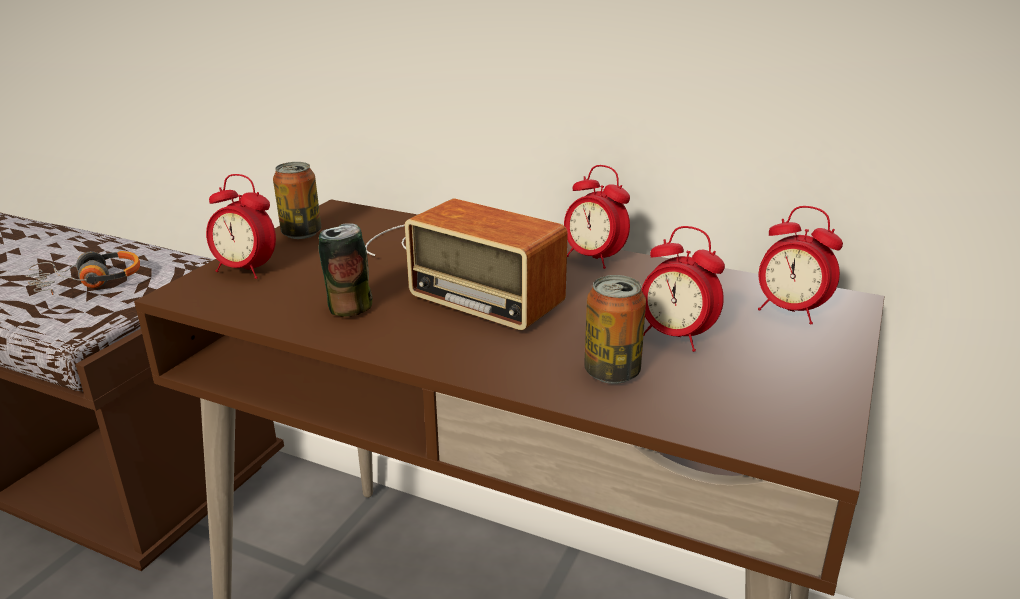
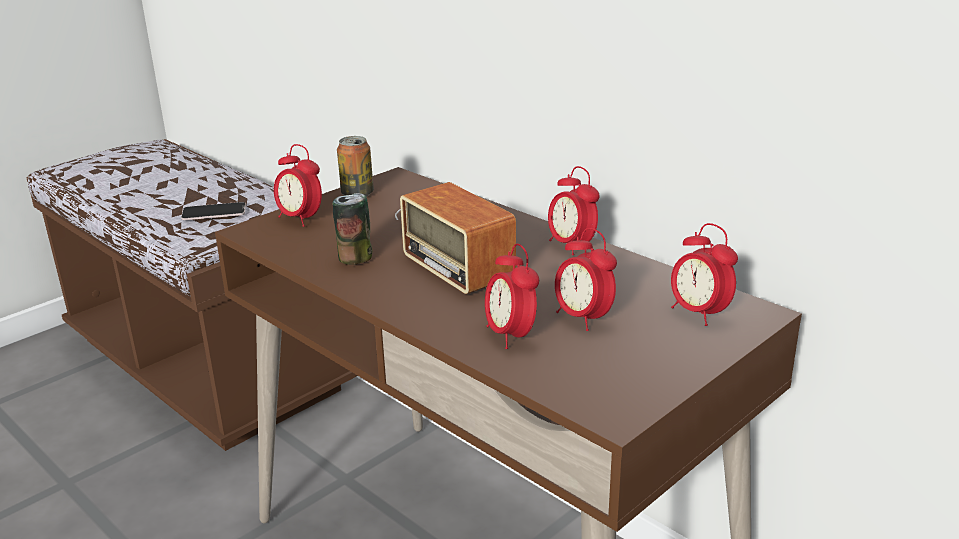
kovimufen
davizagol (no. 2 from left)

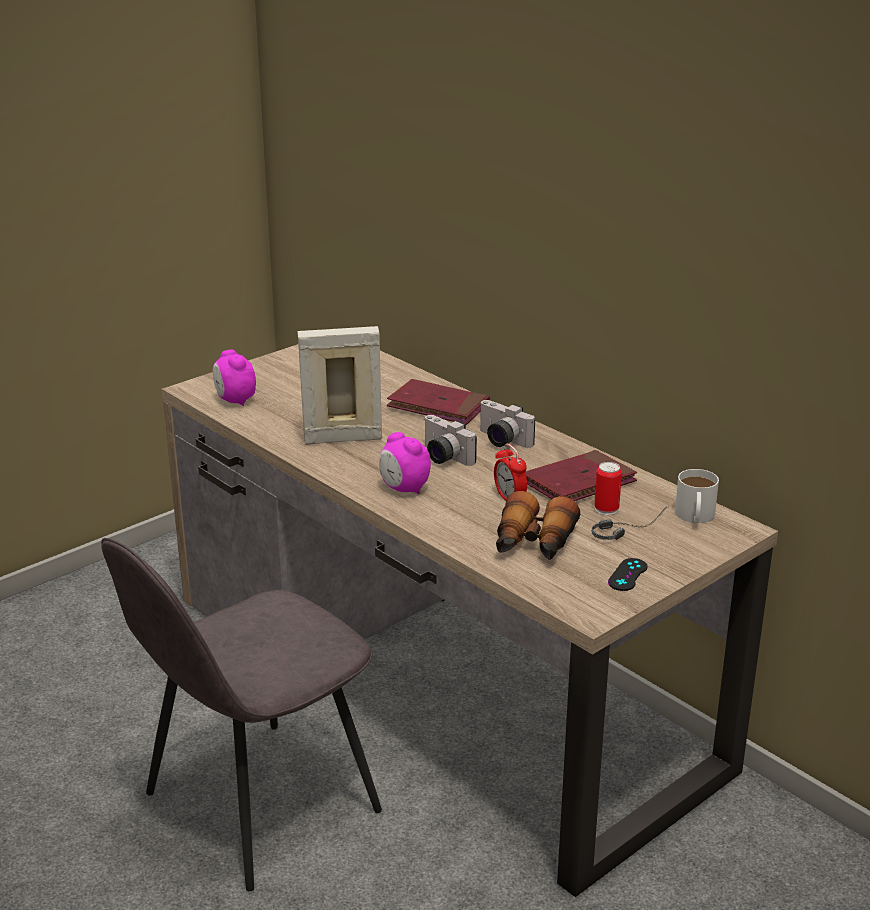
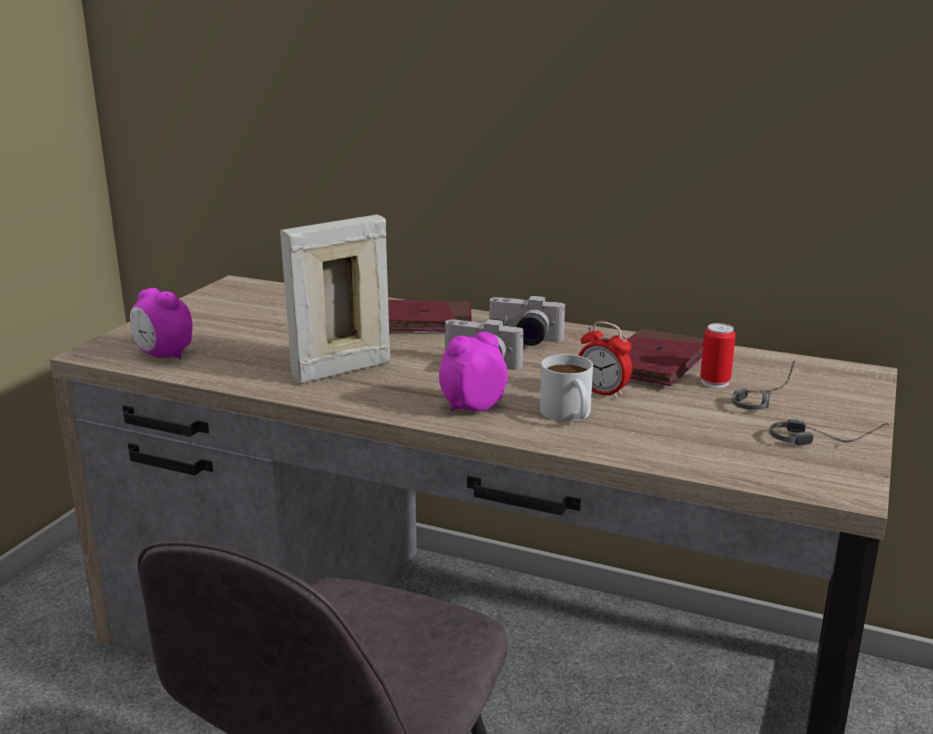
davizagol (no. 2 from left)
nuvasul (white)
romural (no. 2 from left)
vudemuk

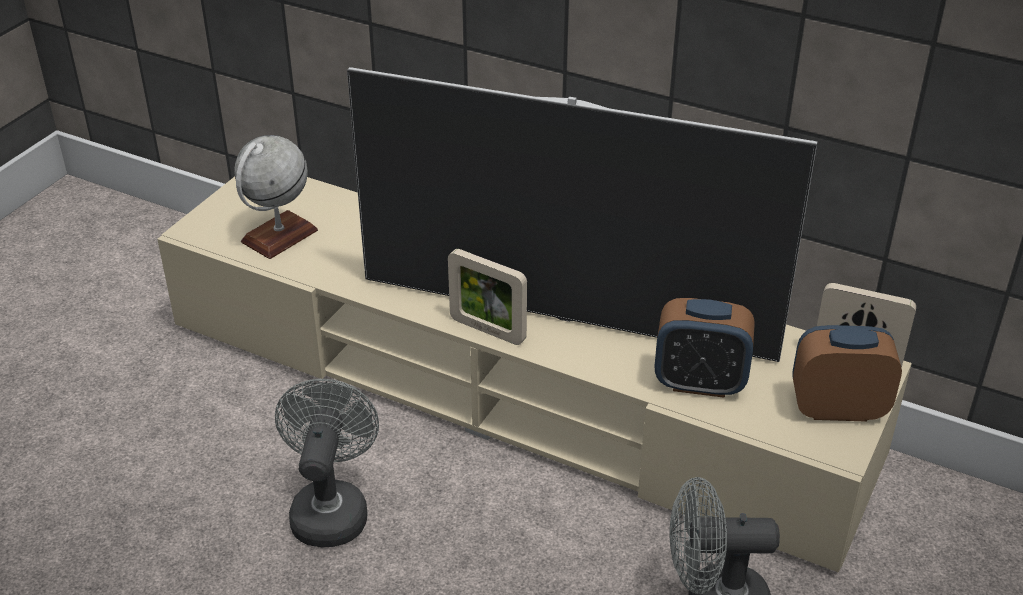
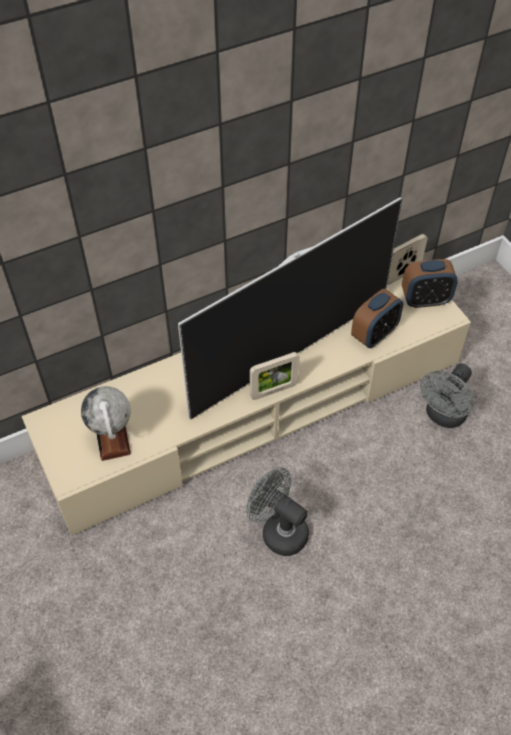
davizagol (no. 2 from left)

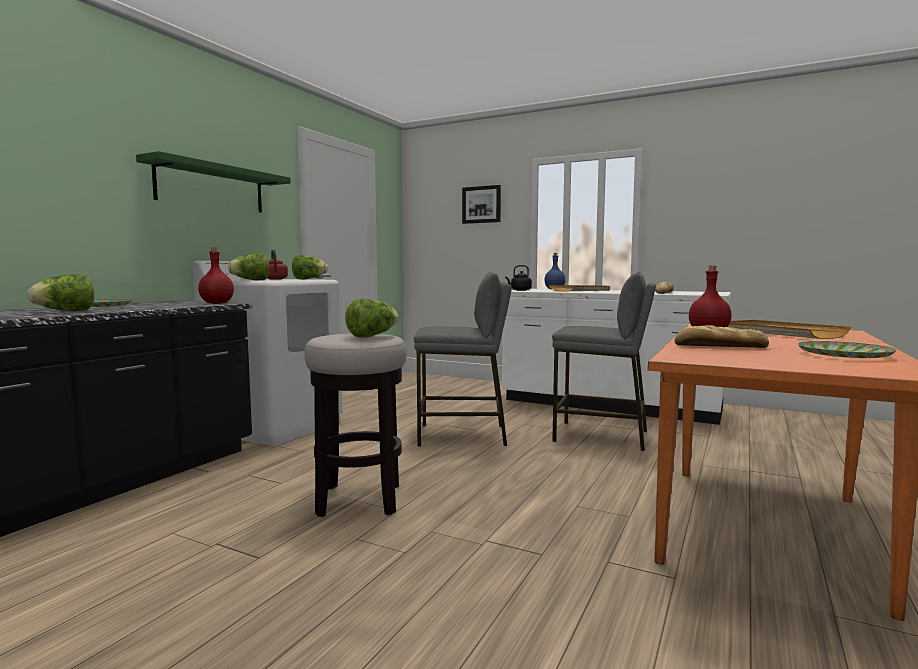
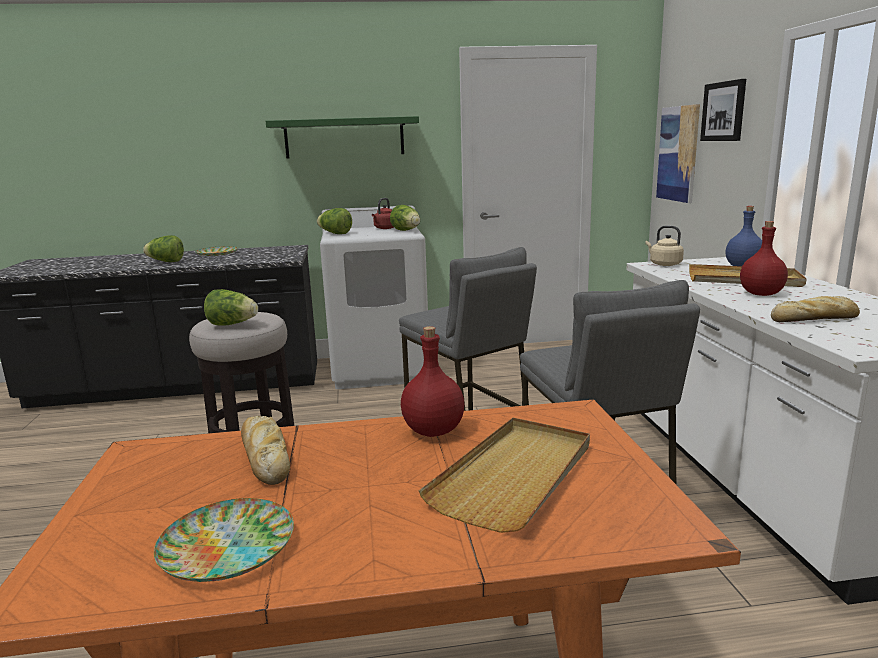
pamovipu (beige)
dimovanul (no. 1 from left)
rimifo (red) (no. 2 from left)

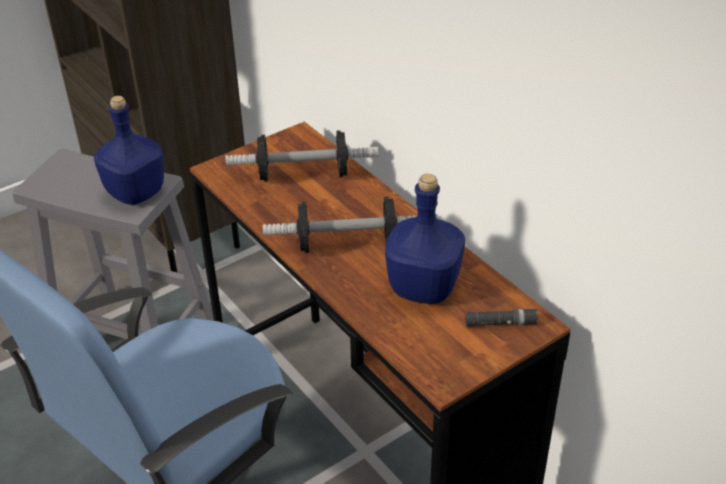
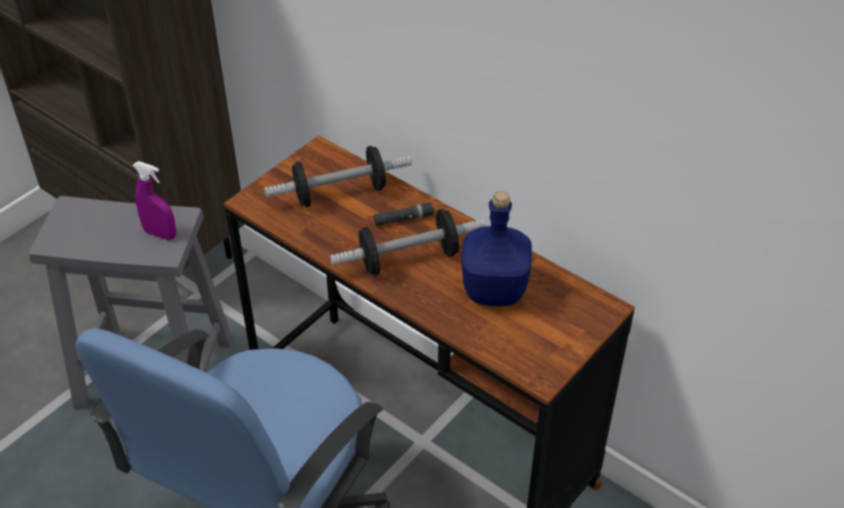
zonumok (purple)
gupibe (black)

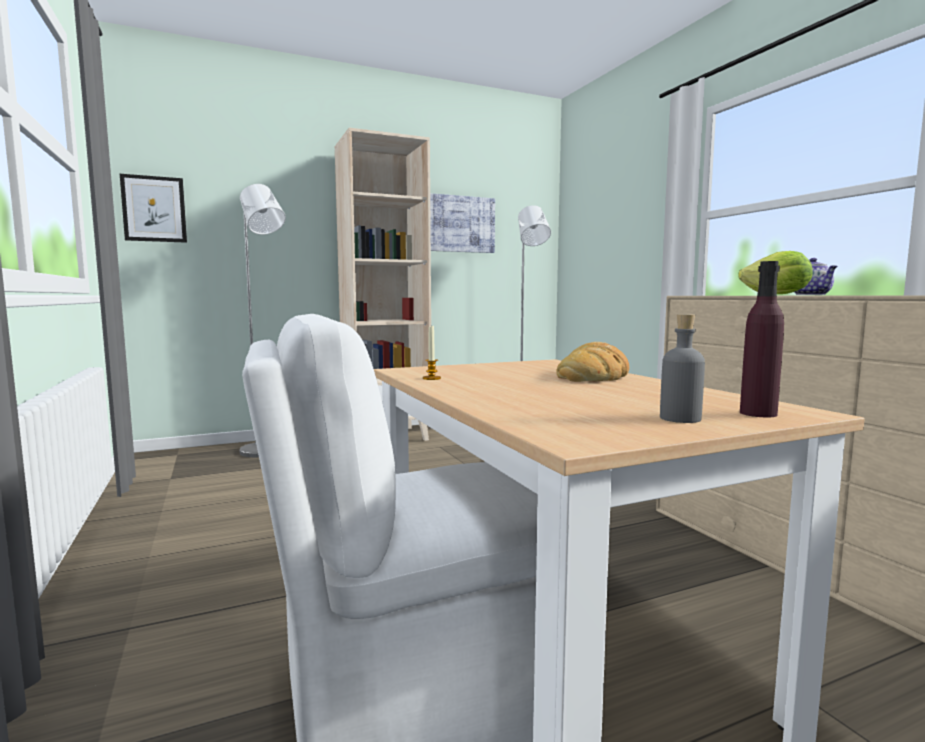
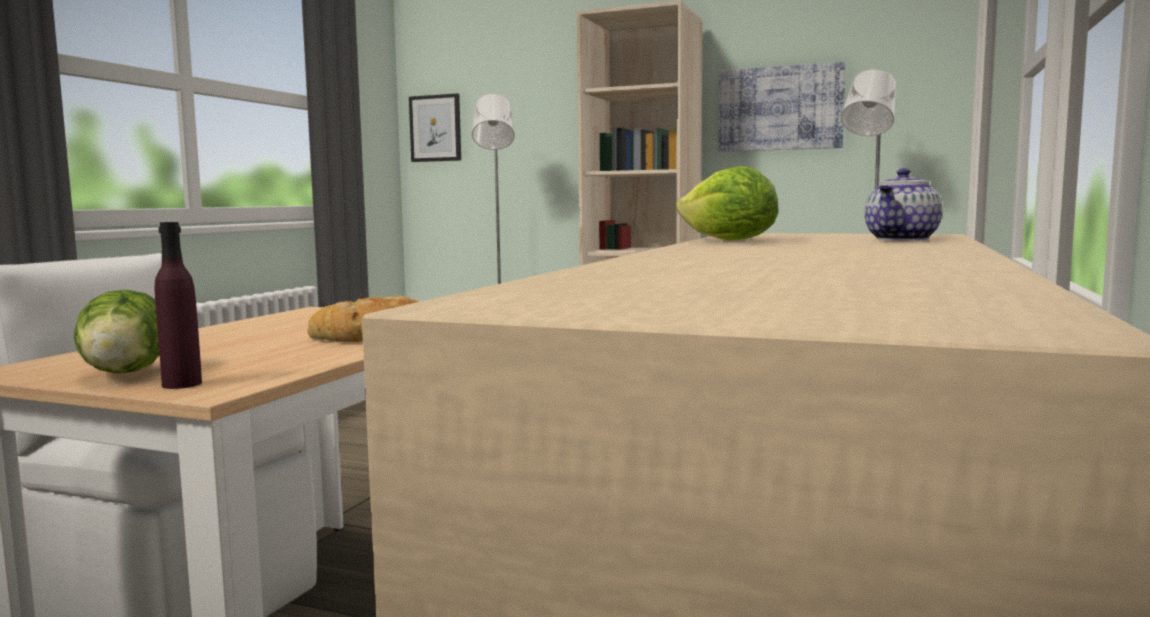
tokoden (no. 1 from left)
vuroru

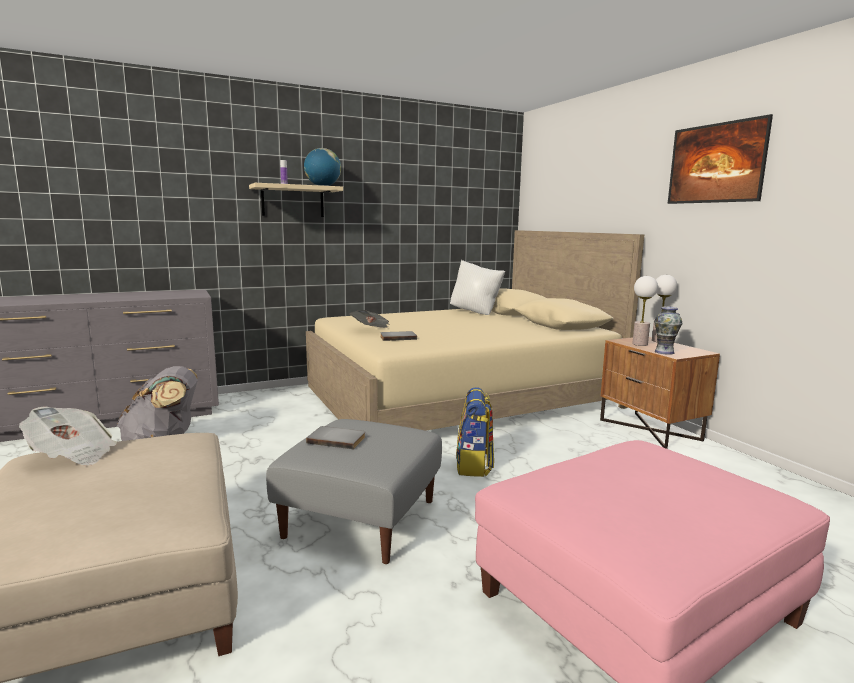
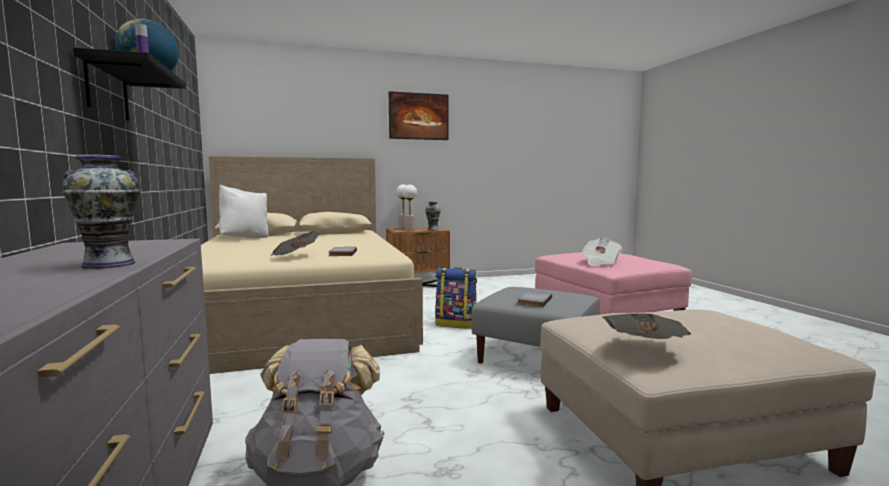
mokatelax (no. 1 from left)
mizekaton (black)
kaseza (no. 2 from left)

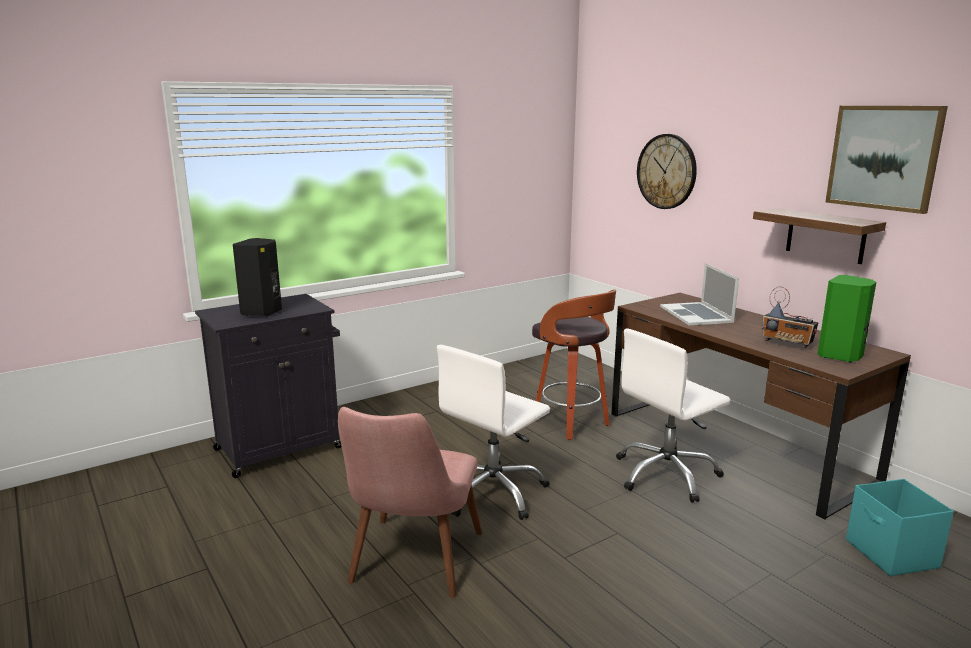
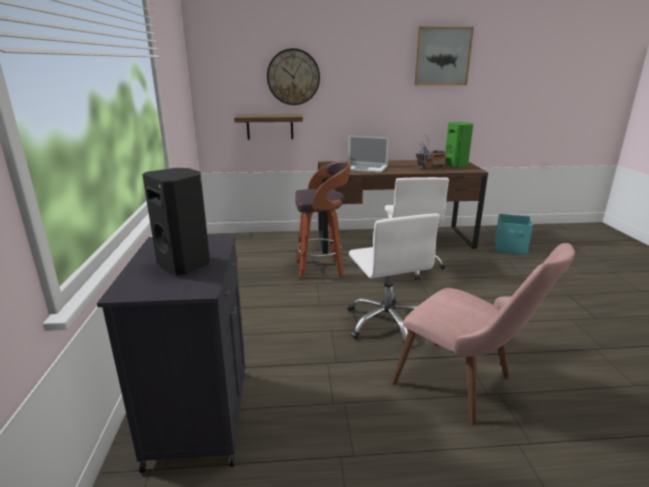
mizekaton

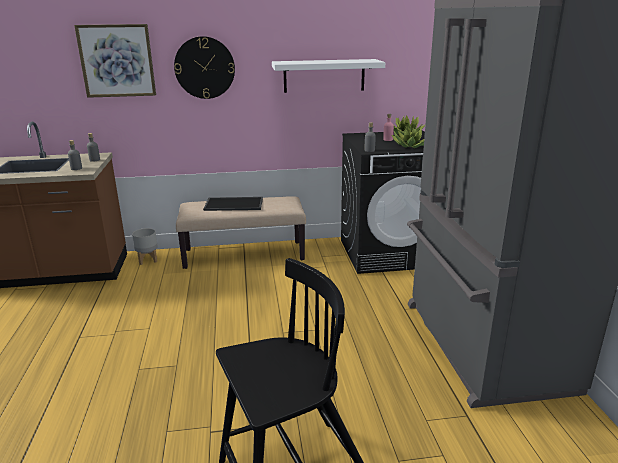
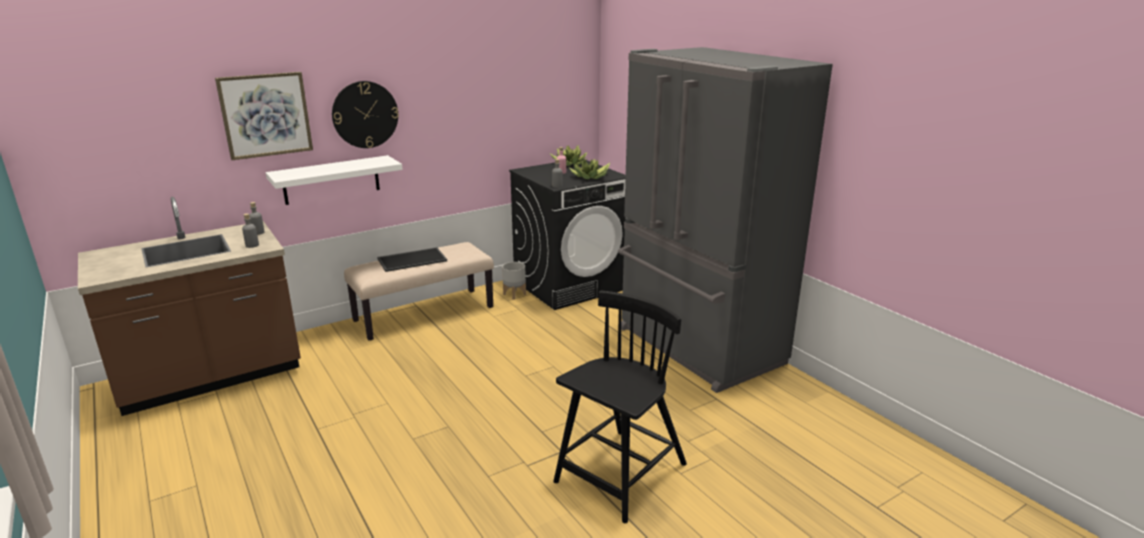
mizekaton (white)
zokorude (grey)

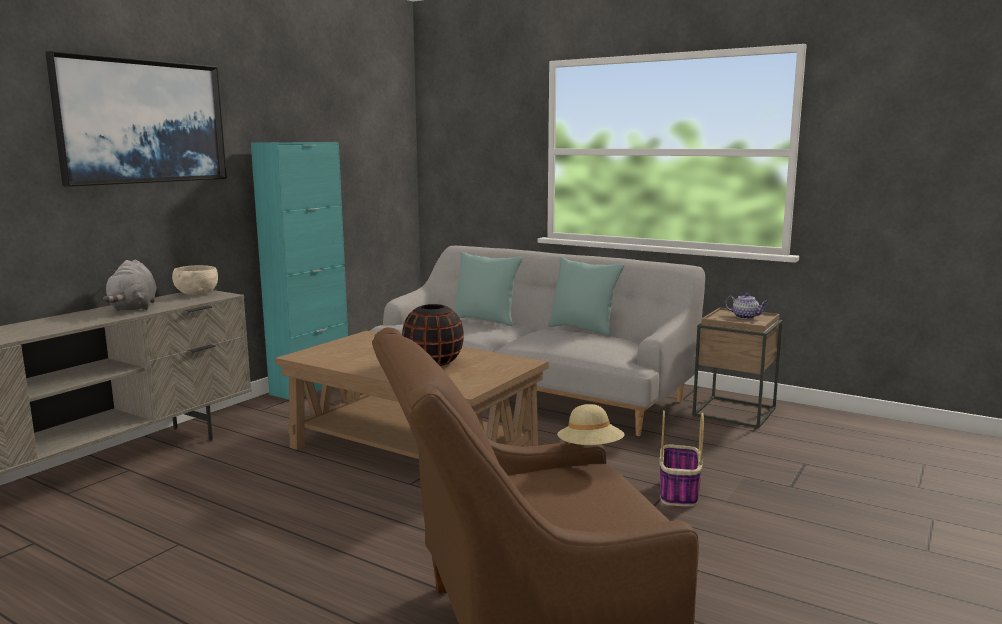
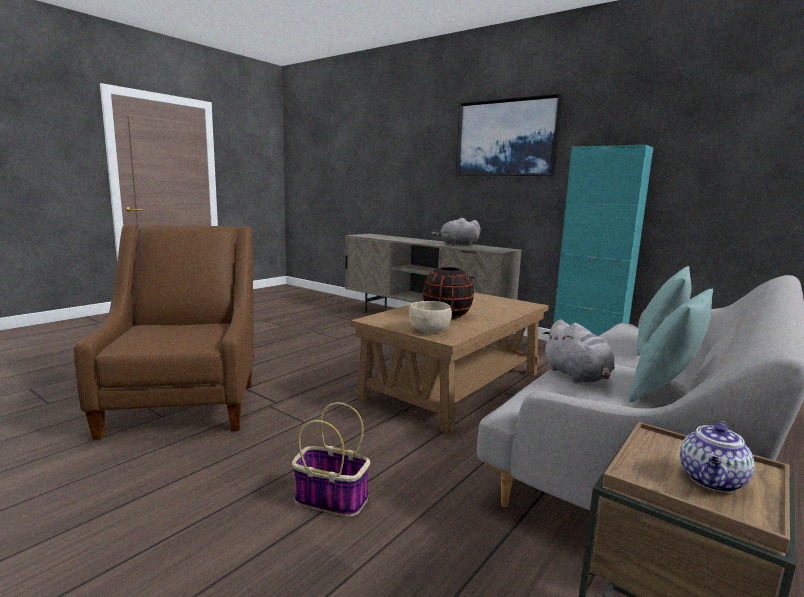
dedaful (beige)
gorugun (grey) (no. 2 from left)
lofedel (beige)

